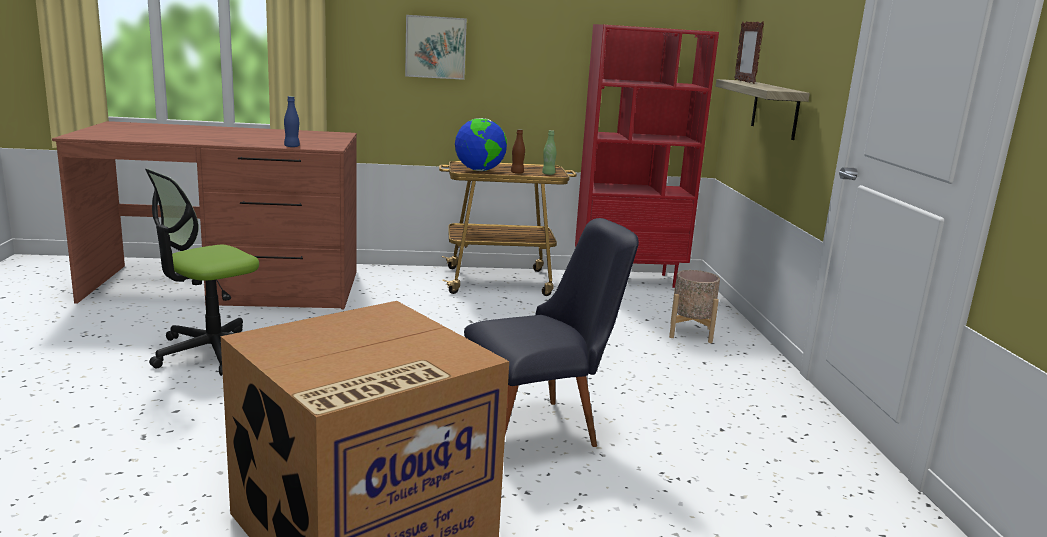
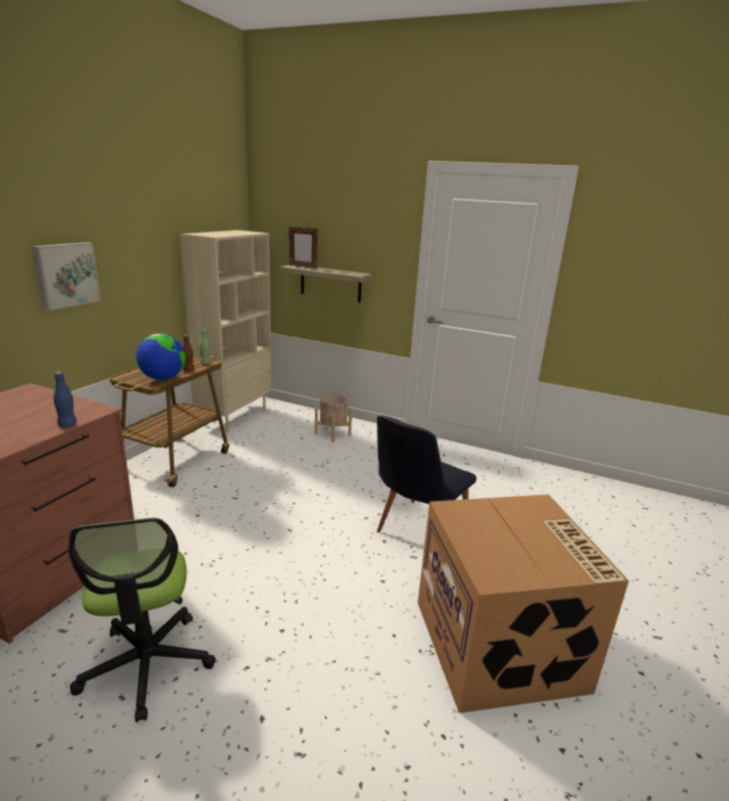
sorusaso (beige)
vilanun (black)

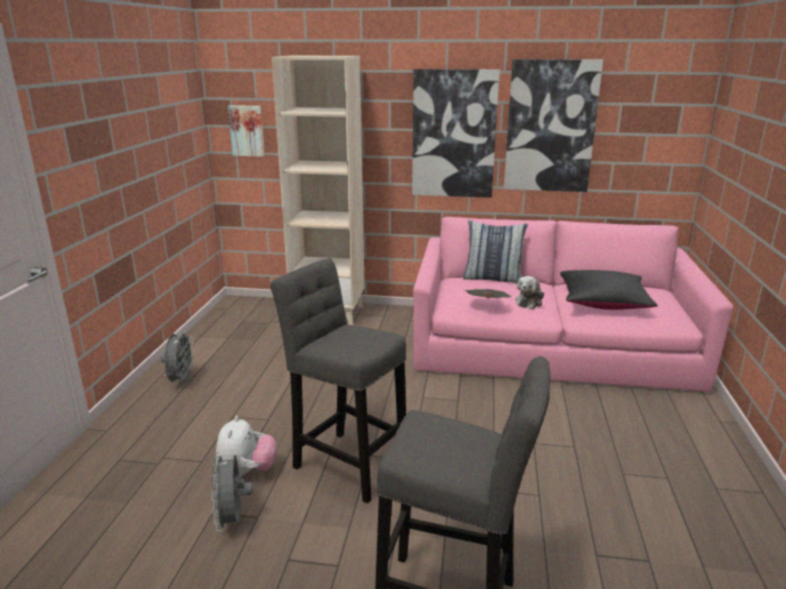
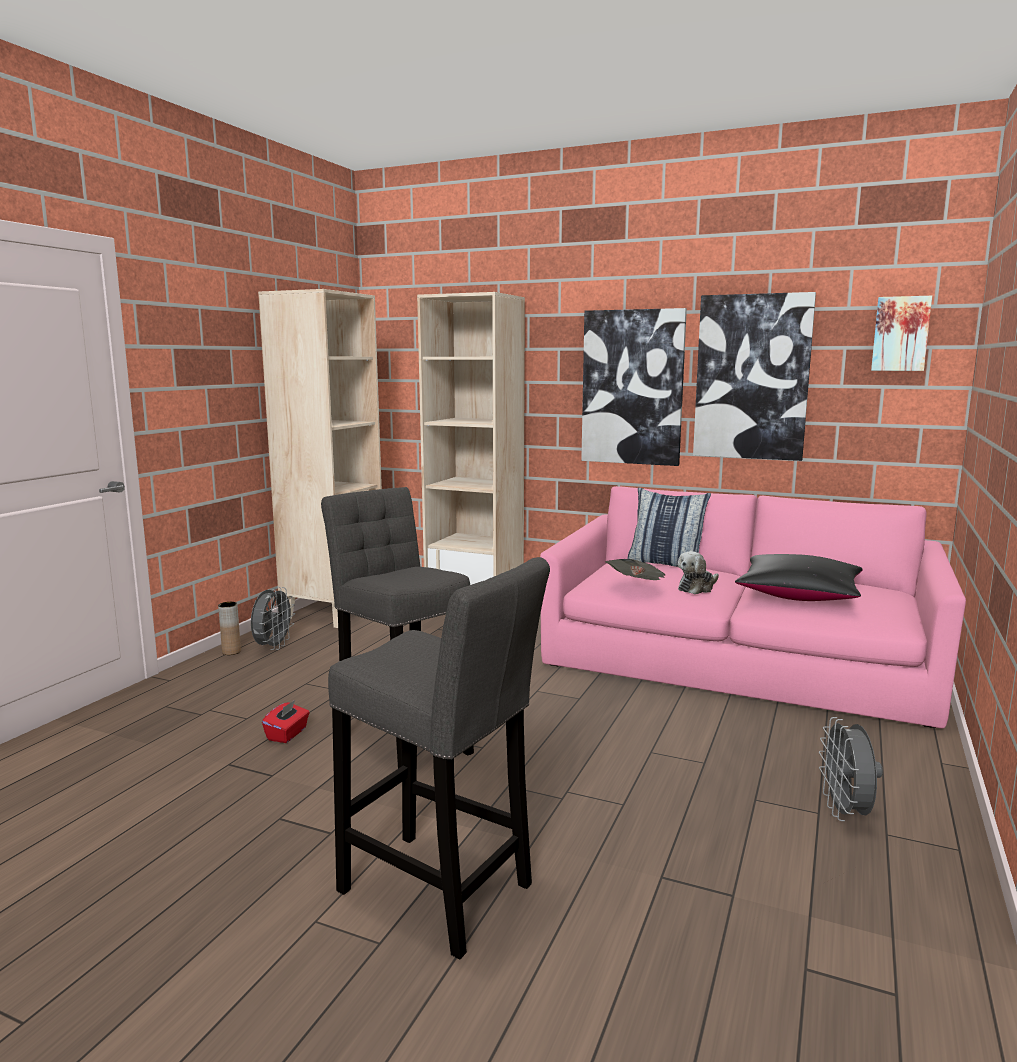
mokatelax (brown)
sorusaso (beige) (no. 1 from left)
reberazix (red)
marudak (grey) (no. 2 from left)
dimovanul (no. 3 from left)

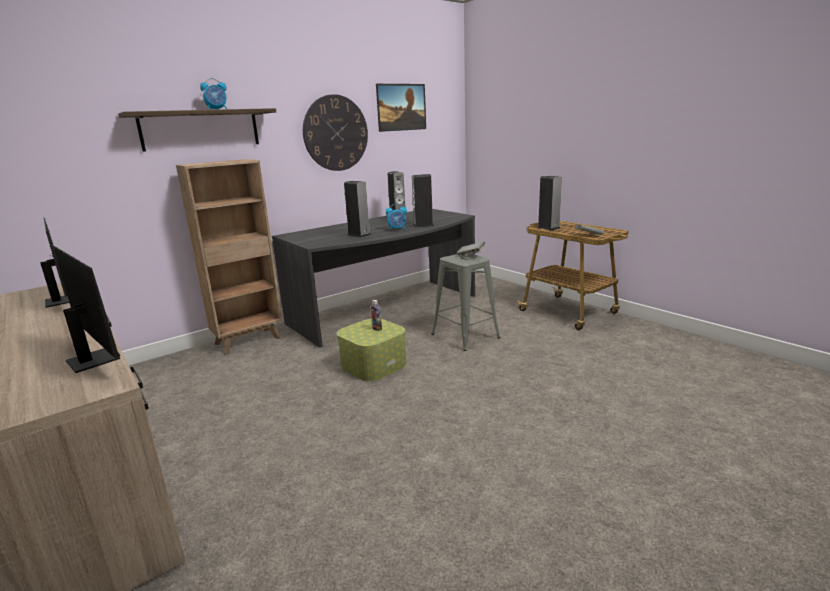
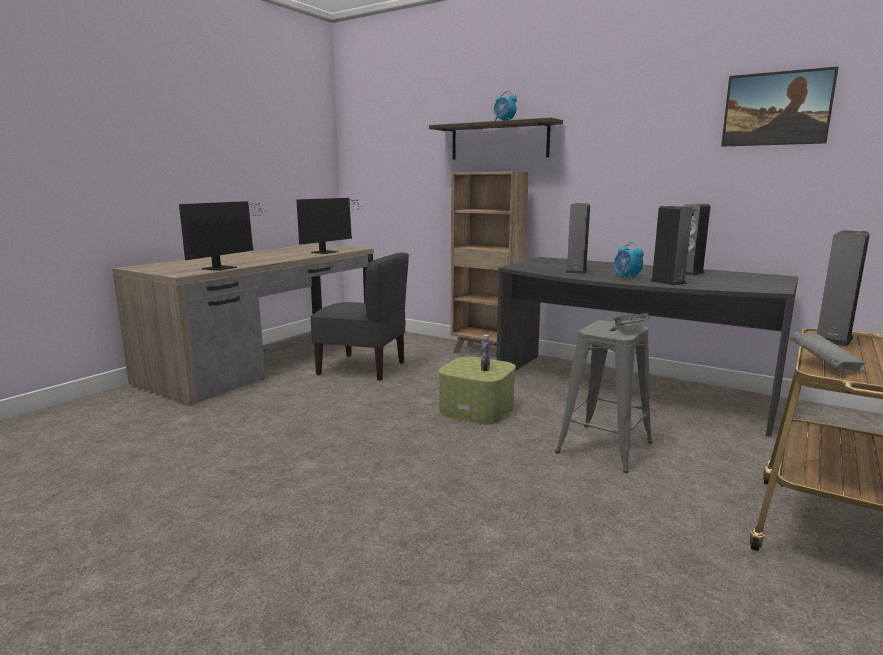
vilanun (grey)
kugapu

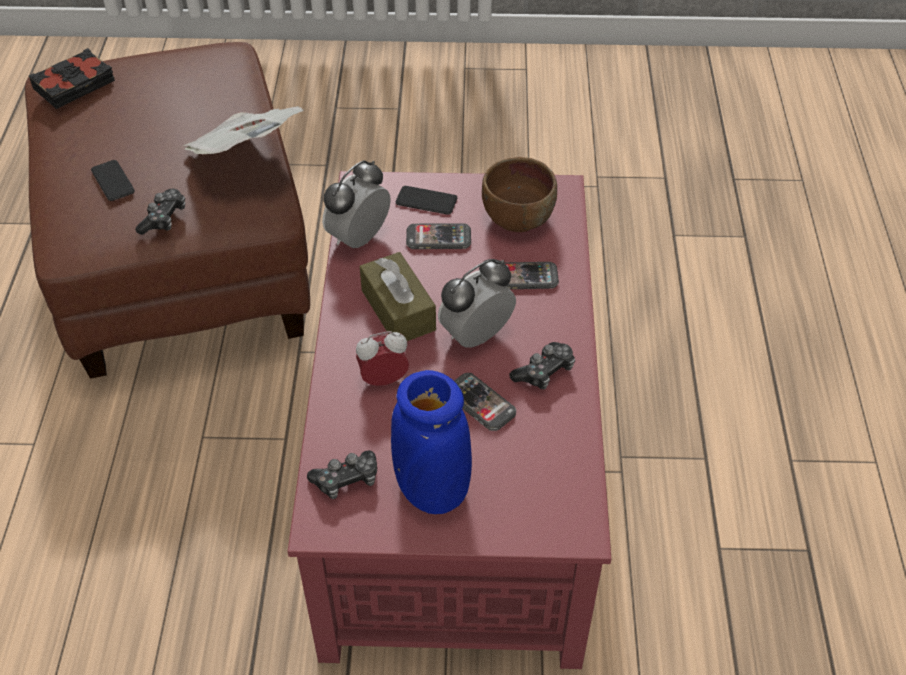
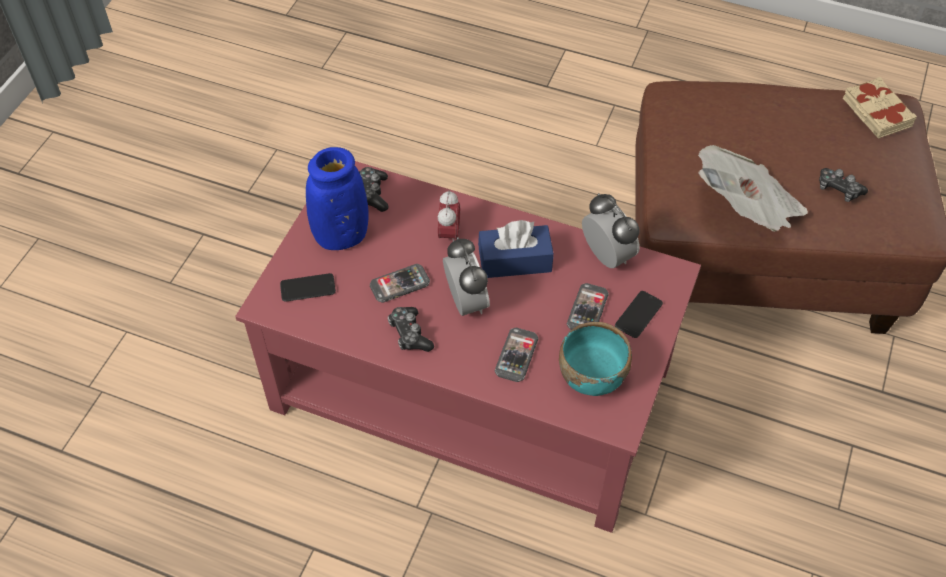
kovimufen (no. 1 from left)
reberazix (blue)
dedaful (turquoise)
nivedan (no. 3 from left)
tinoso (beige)

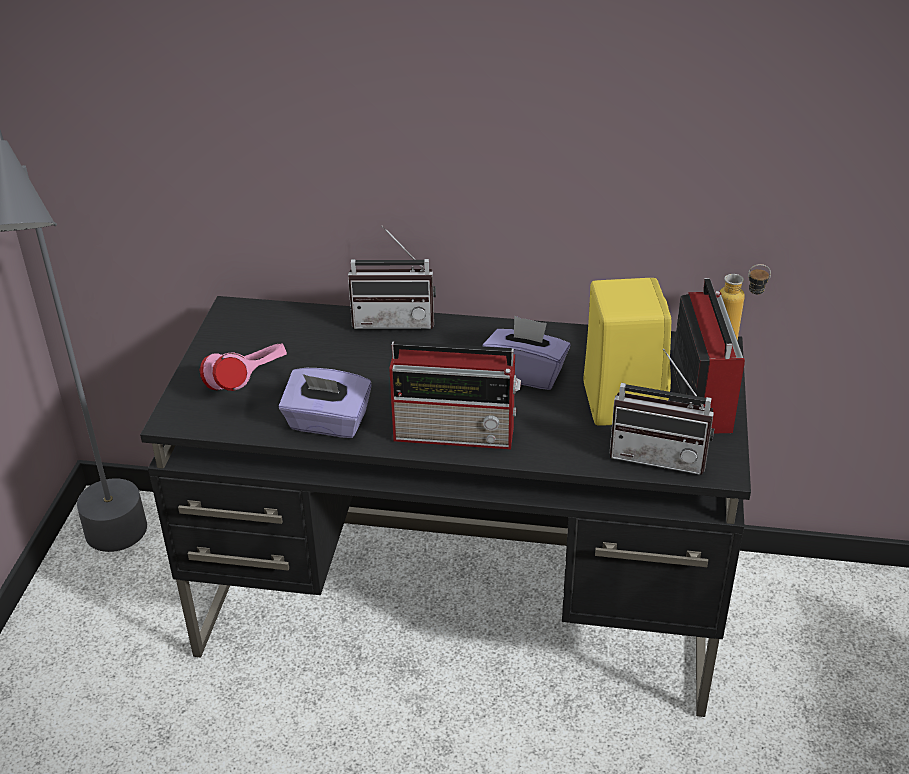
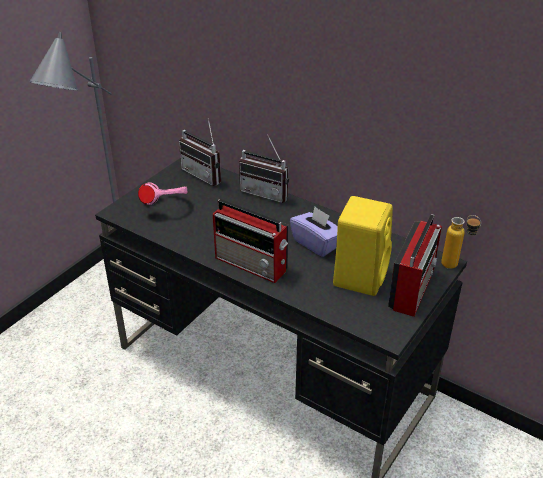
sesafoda (no. 1 from left)
reberazix (purple) (no. 1 from left in the first image)

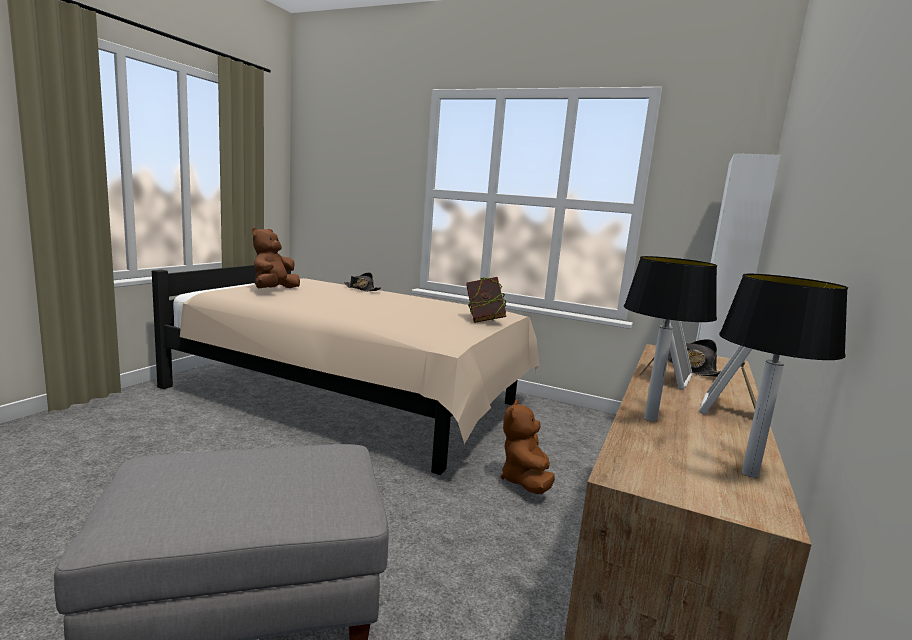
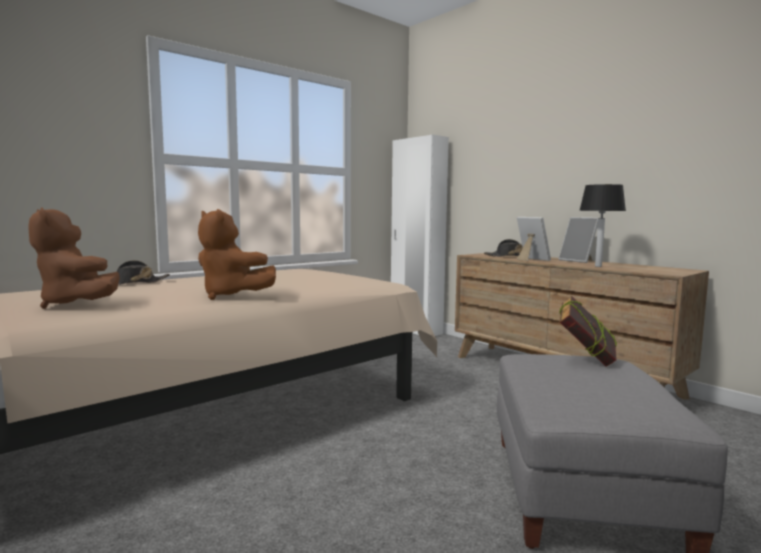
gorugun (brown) (no. 2 from left)
tinoso
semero (no. 2 from left in the first image)

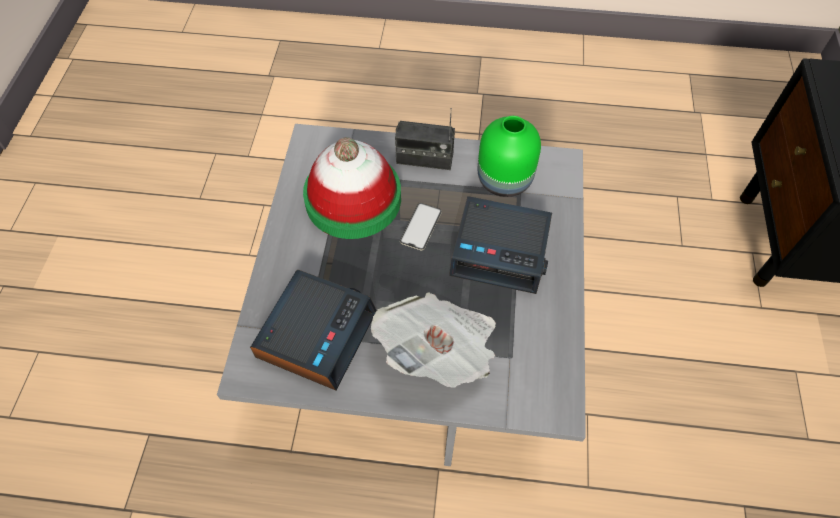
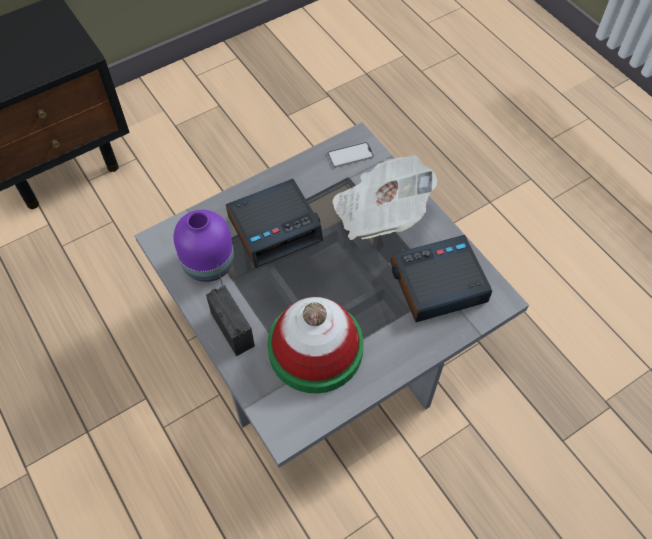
mokatelax (purple)
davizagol (no. 1 from left)
kovimufen

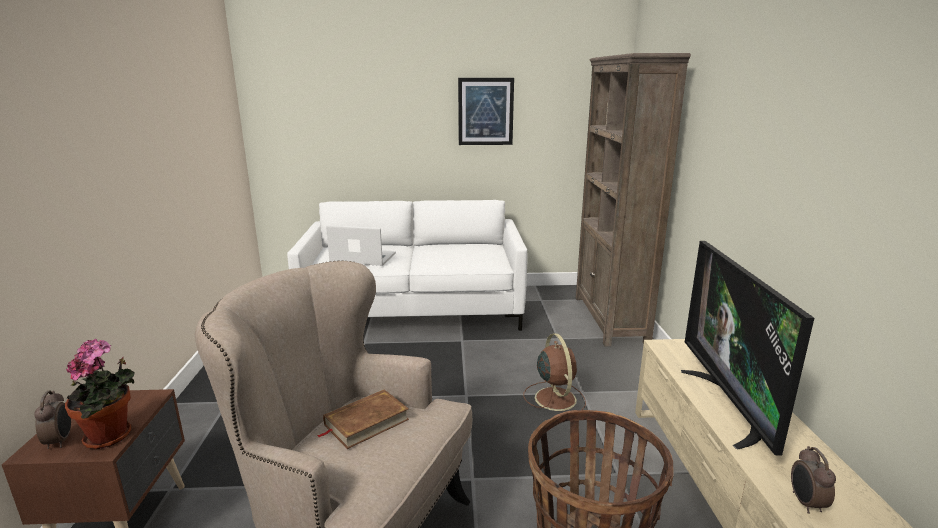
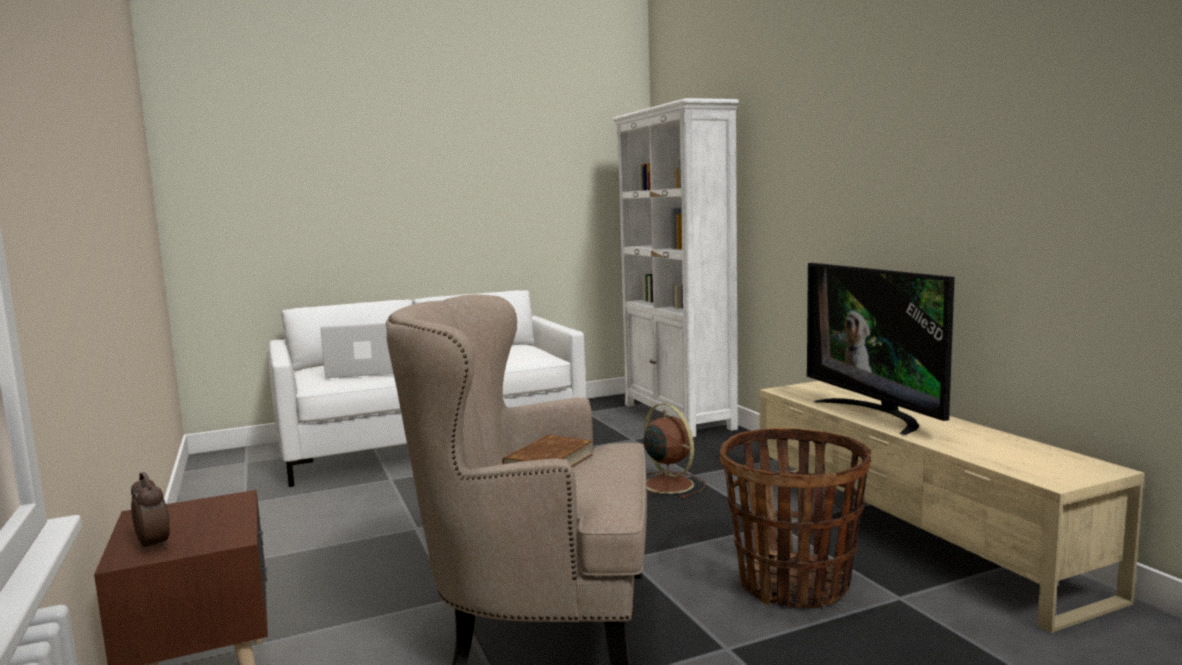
sorusaso (white)
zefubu
dimovanul
davizagol (no. 2 from left in the first image)

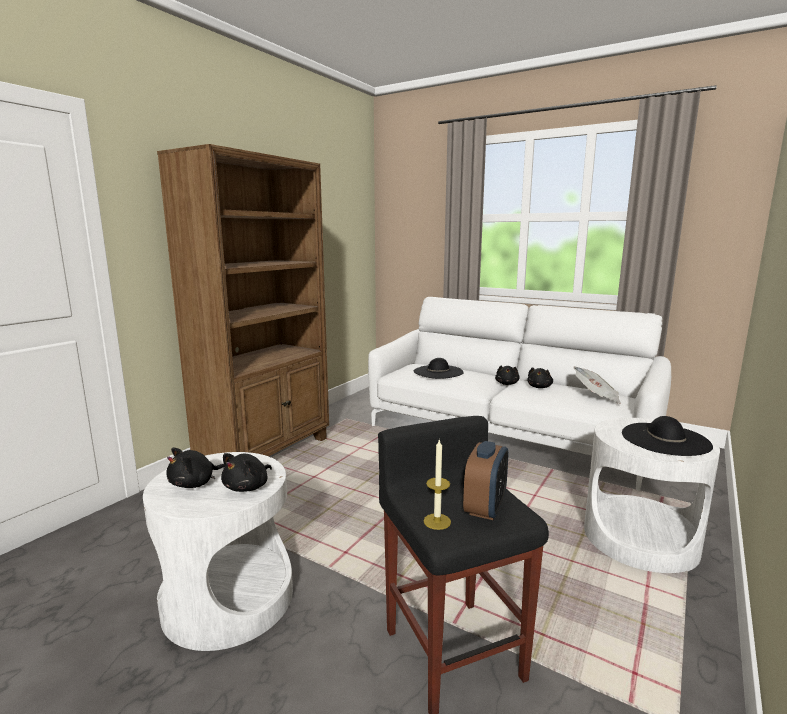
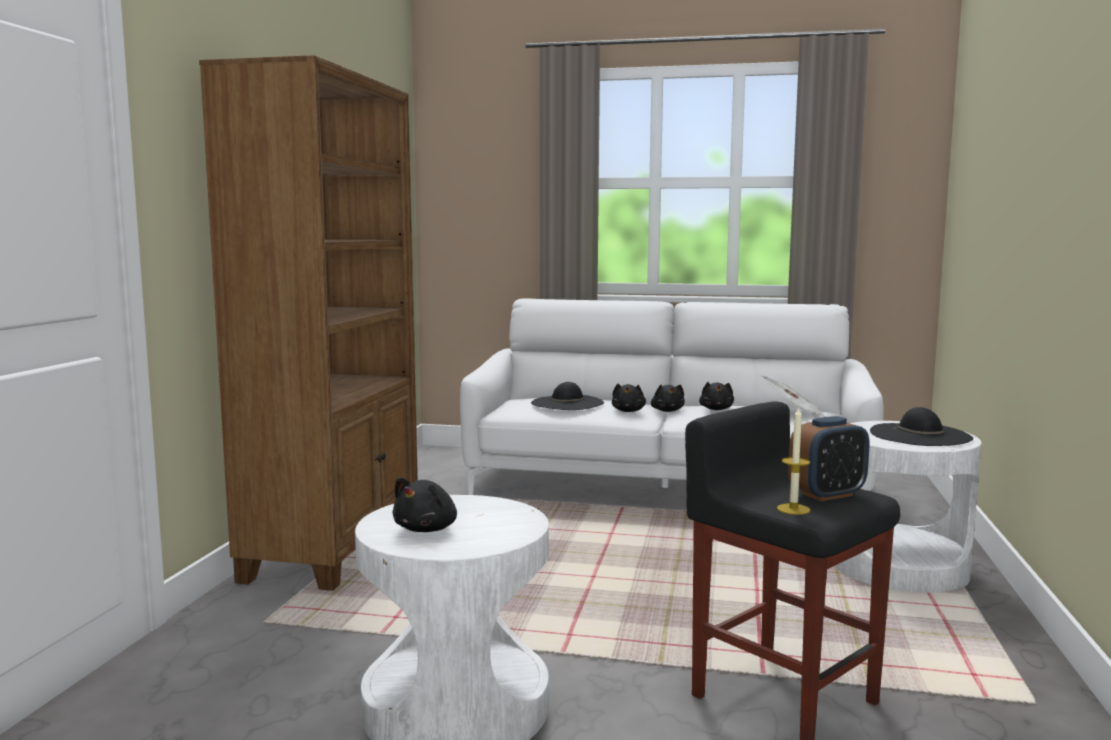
gorugun (black) (no. 2 from left)
davizagol

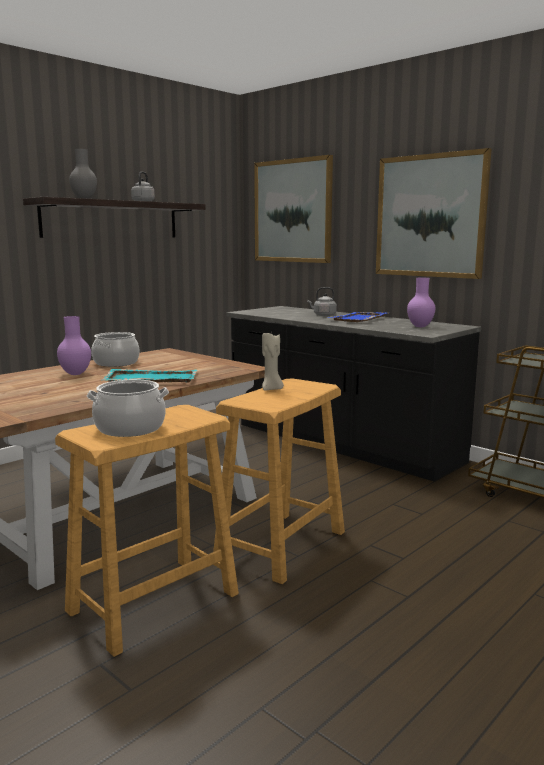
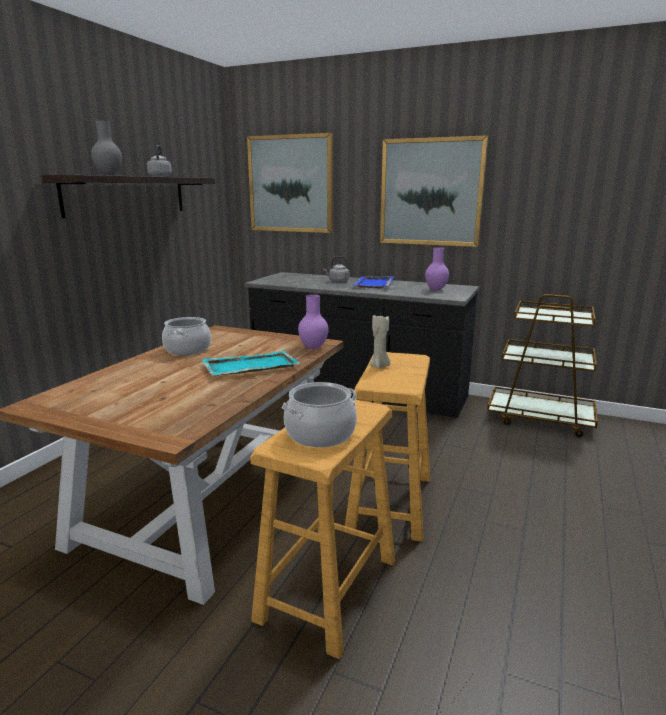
mokatelax (purple) (no. 1 from left)

